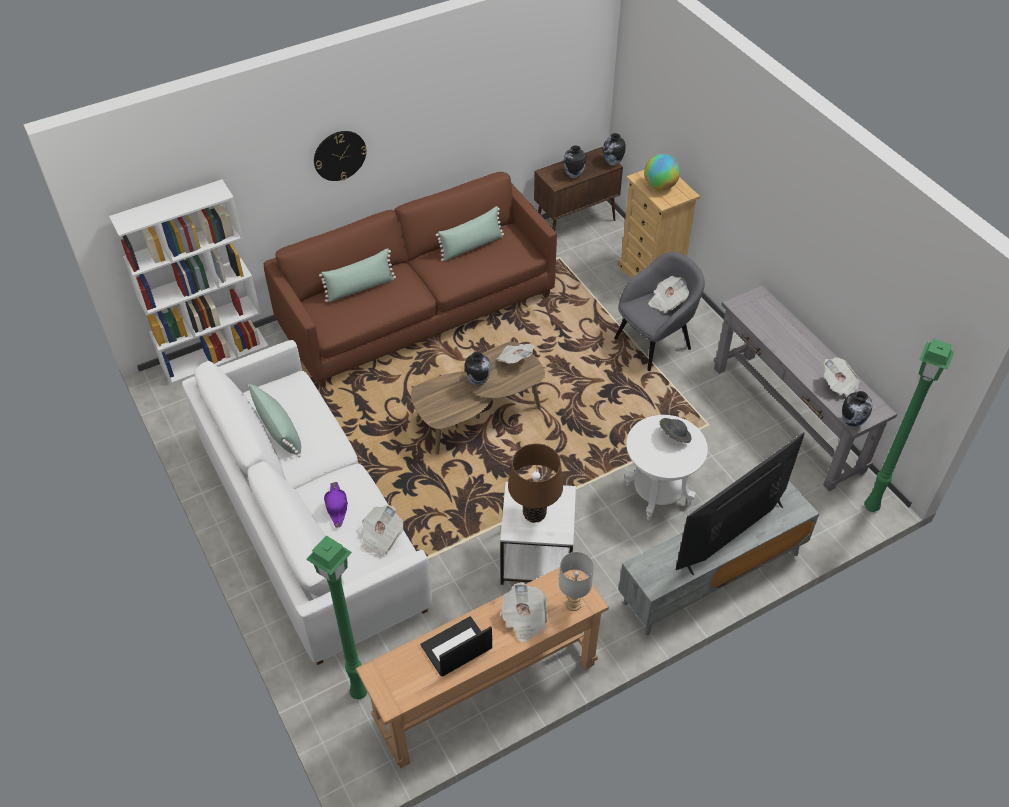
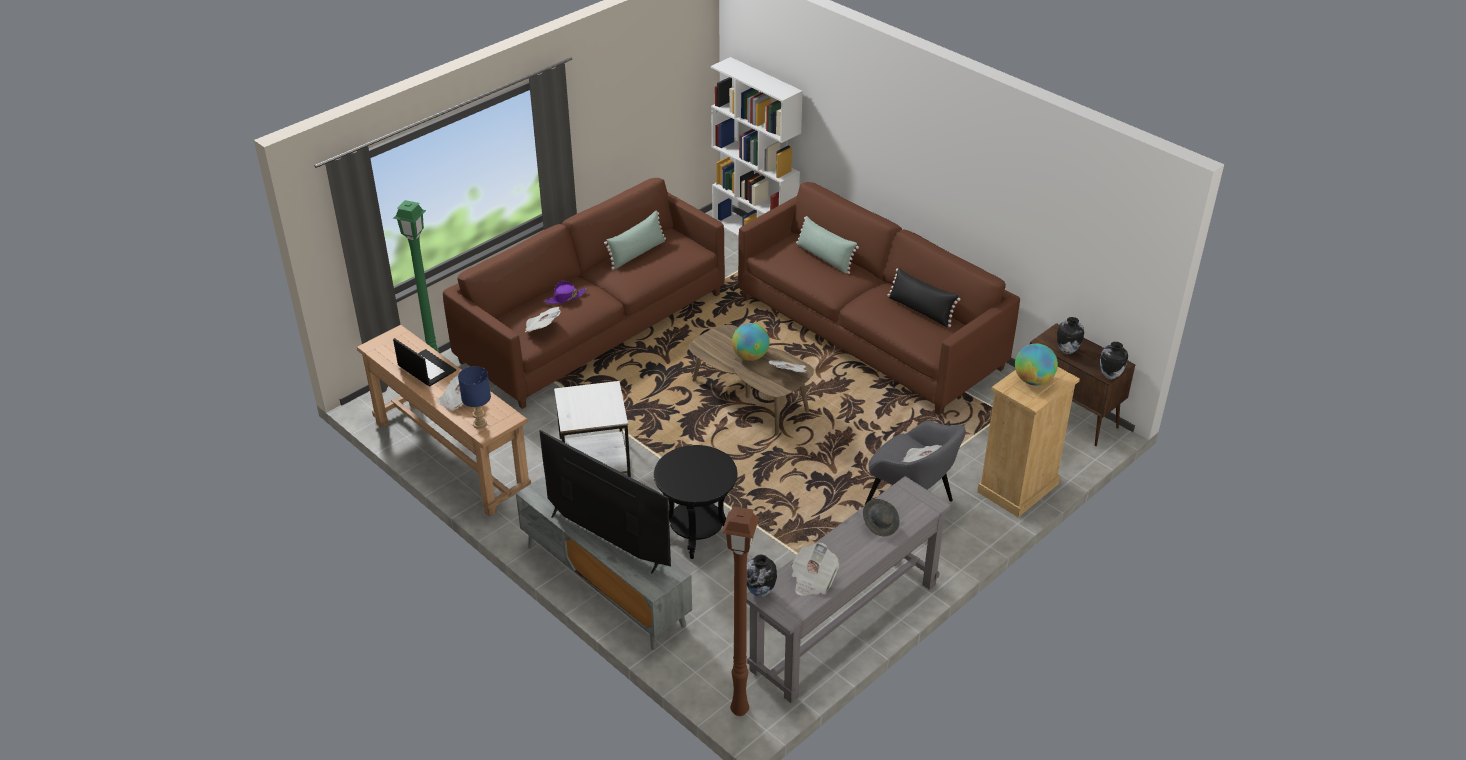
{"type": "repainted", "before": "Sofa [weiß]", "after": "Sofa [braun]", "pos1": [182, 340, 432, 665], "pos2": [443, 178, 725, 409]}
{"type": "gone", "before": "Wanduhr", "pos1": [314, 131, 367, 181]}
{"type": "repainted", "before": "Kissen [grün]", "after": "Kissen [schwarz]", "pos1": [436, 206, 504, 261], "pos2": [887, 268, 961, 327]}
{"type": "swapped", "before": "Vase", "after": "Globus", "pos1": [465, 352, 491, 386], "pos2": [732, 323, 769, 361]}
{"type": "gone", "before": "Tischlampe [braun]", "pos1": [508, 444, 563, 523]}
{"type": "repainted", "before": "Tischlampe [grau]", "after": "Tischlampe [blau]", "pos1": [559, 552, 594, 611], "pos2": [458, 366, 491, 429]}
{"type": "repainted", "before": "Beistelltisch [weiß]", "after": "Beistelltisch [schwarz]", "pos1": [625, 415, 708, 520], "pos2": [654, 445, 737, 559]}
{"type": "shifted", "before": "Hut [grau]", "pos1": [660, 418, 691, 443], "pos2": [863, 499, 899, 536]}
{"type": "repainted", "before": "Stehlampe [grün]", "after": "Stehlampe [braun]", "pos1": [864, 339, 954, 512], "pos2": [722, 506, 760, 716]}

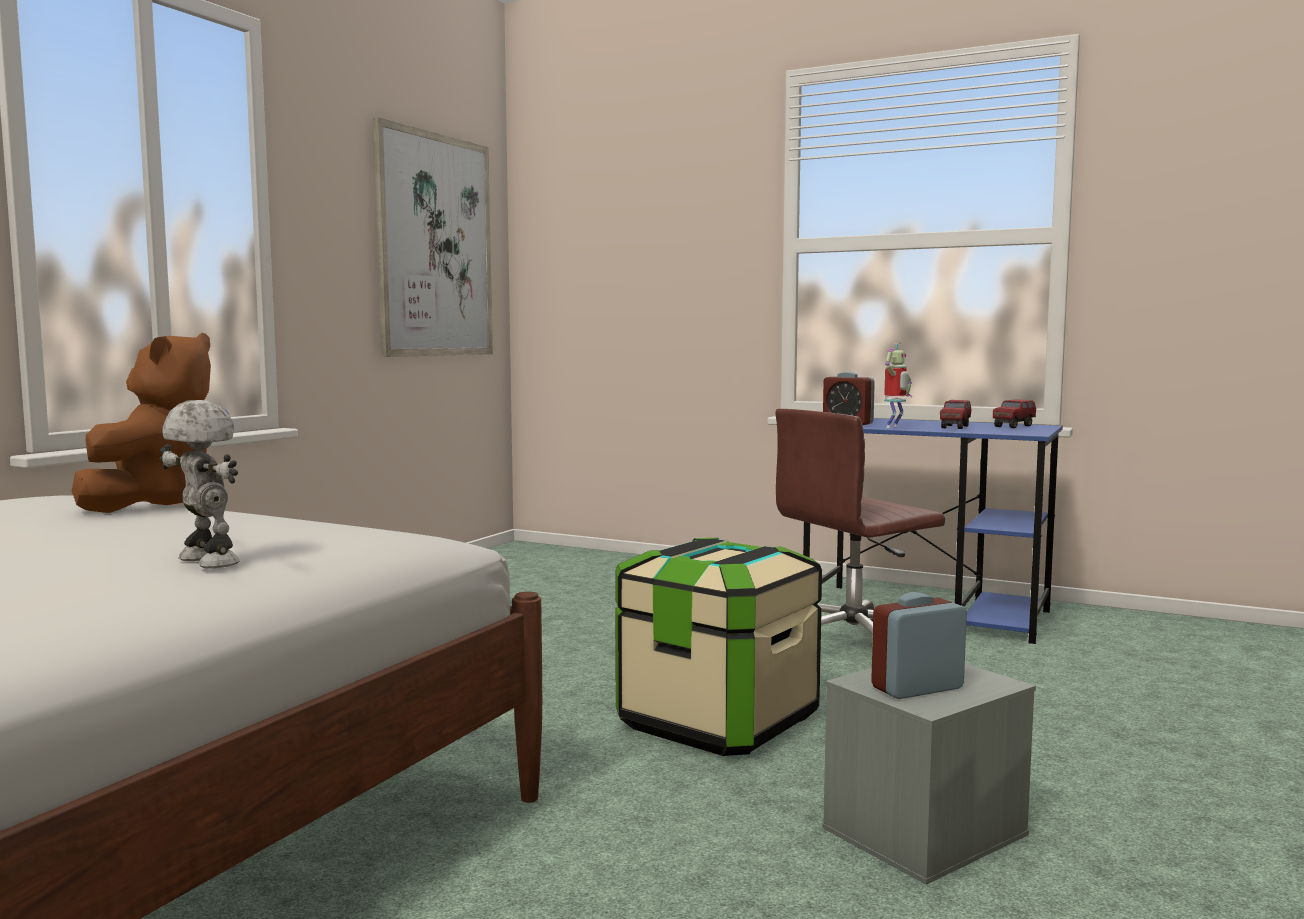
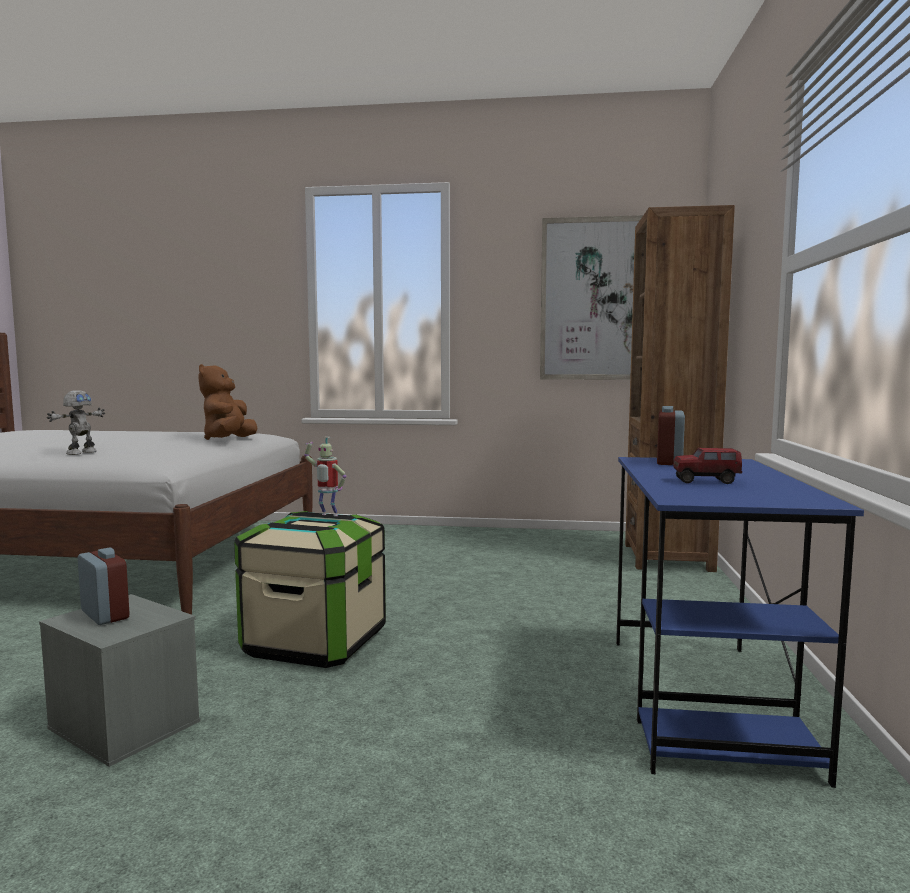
{"type": "rotated", "before": "Plüschtier [braun]", "pos1": [72, 333, 211, 513], "pos2": [199, 364, 257, 440], "turn": 105}
{"type": "gone", "before": "Bürostuhl [braun]", "pos1": [775, 409, 945, 636]}
{"type": "shifted", "before": "Spielzeugroboter", "pos1": [884, 343, 912, 428], "pos2": [304, 437, 346, 516]}
{"type": "gone", "before": "Spielzeuglaster", "pos1": [993, 399, 1036, 428]}
{"type": "new", "after": "Bücherregal [braun]", "pos2": [625, 205, 735, 572]}

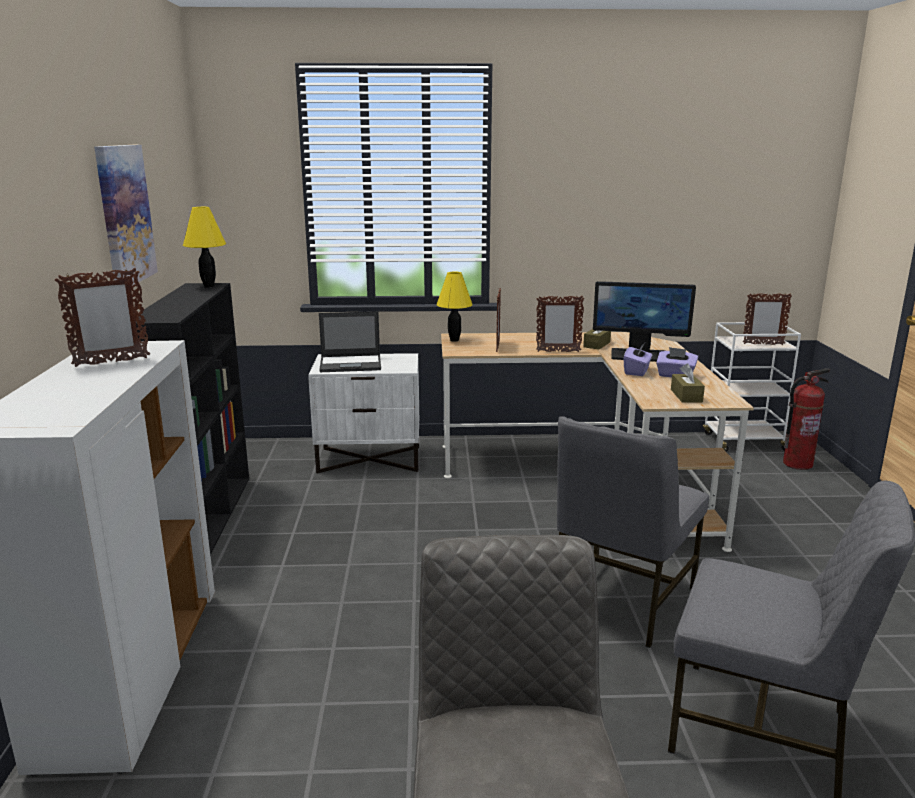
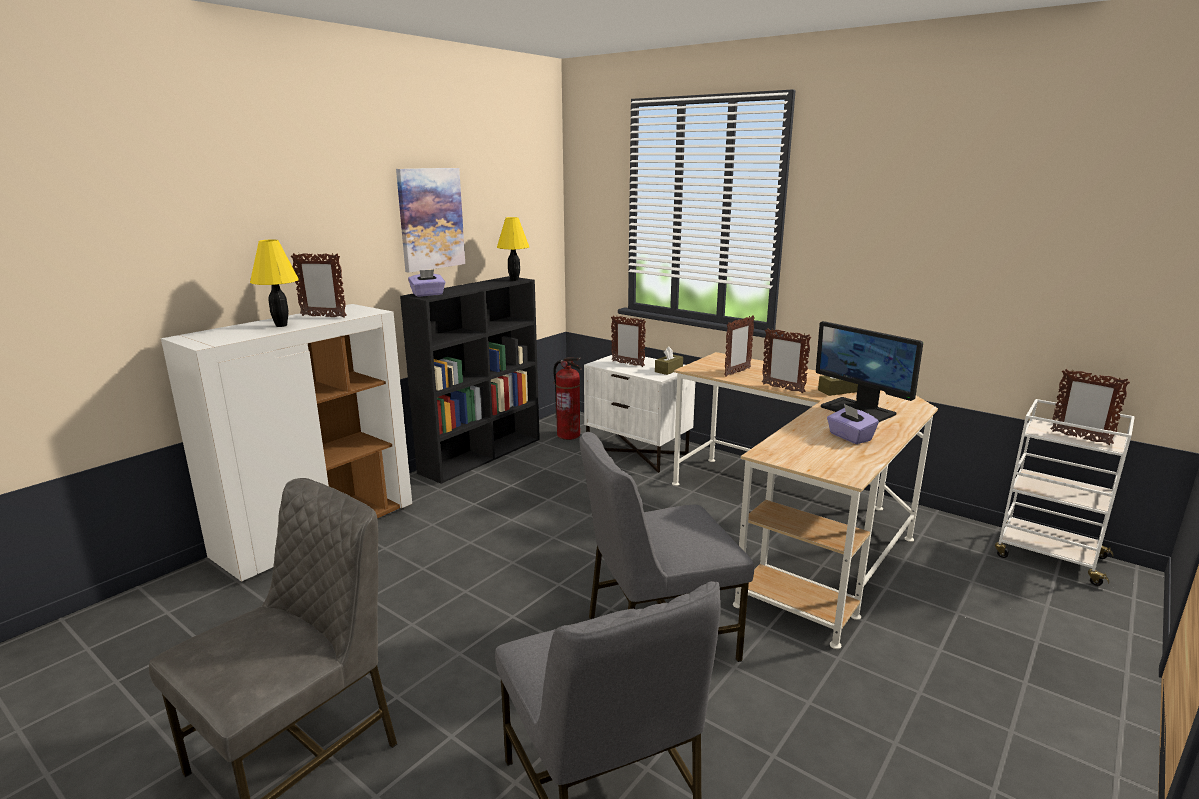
{"type": "swapped", "before": "Laptop", "after": "Bilderrahmen", "pos1": [319, 311, 381, 372], "pos2": [611, 315, 646, 367]}
{"type": "shifted", "before": "Tischlampe [gelb]", "pos1": [437, 272, 472, 342], "pos2": [250, 240, 299, 327]}
{"type": "shifted", "before": "Taschentuchbox [lila]", "pos1": [624, 343, 652, 376], "pos2": [408, 269, 445, 297]}
{"type": "shifted", "before": "Taschentuchbox [braun]", "pos1": [671, 364, 705, 403], "pos2": [655, 347, 683, 375]}
{"type": "shifted", "before": "Feuerlöscher", "pos1": [783, 368, 830, 470], "pos2": [553, 357, 582, 440]}

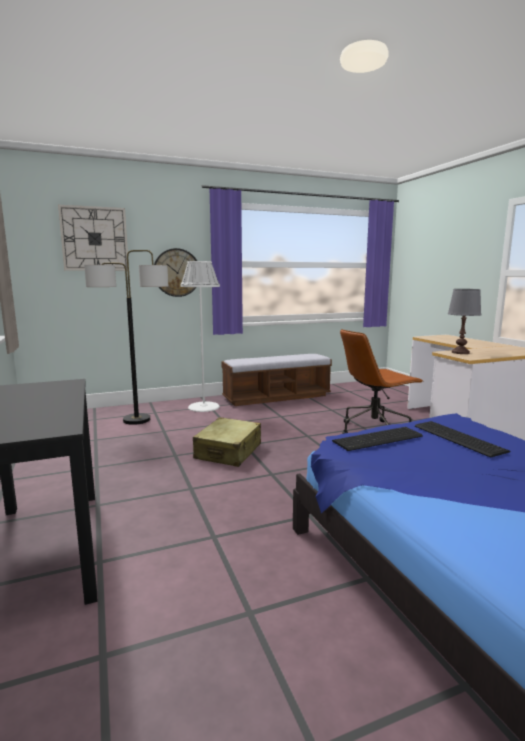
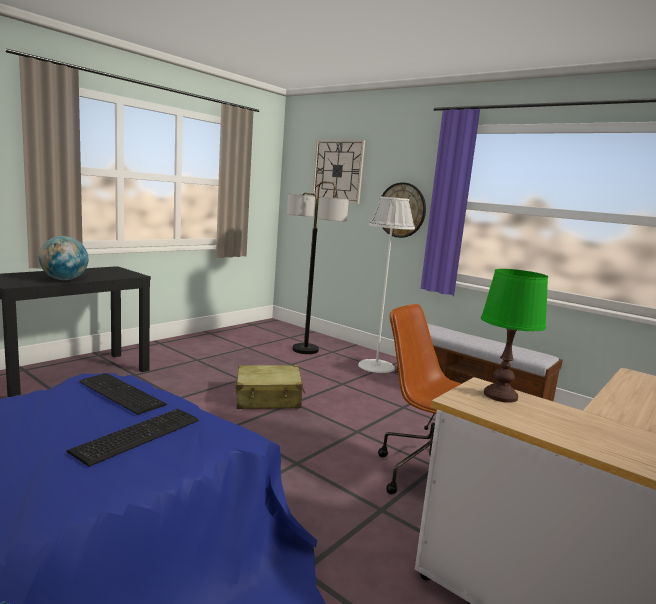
{"type": "repainted", "before": "Tischlampe [grau]", "after": "Tischlampe [grün]", "pos1": [448, 289, 481, 354], "pos2": [481, 269, 548, 403]}
{"type": "new", "after": "Globus", "pos2": [39, 236, 88, 280]}

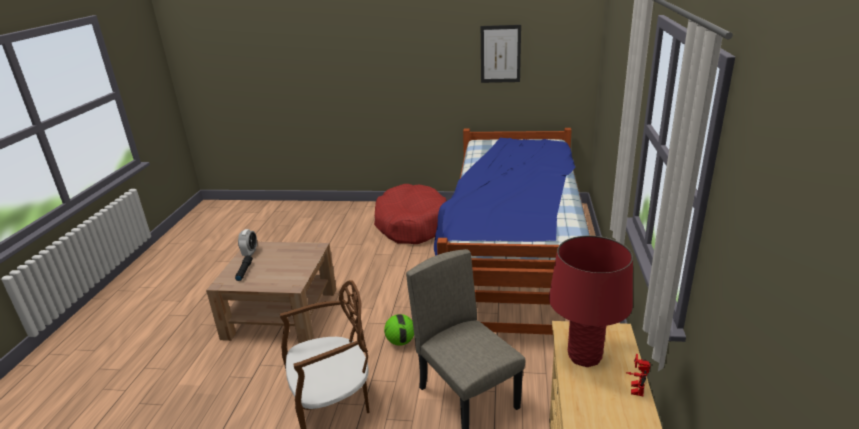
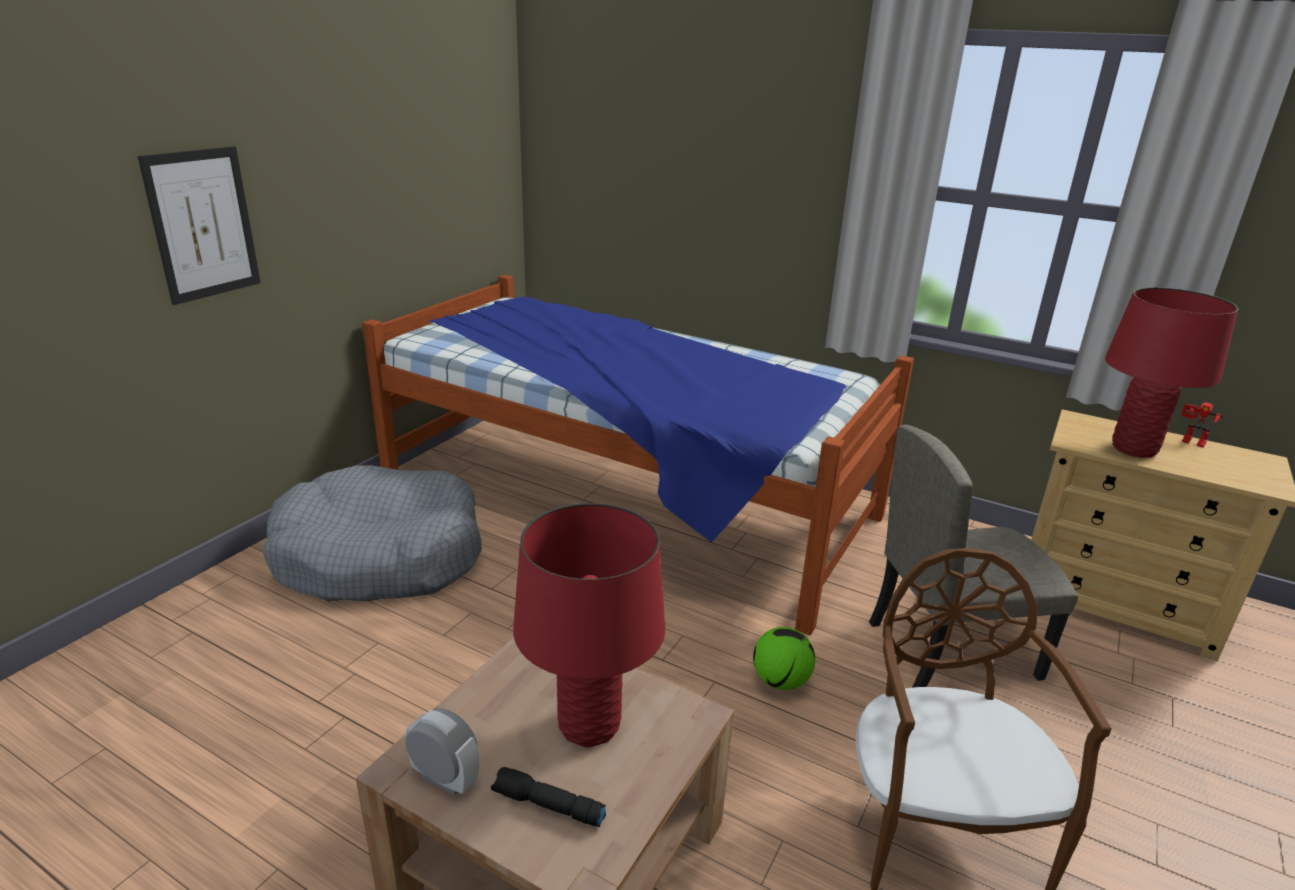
{"type": "repainted", "before": "Hundebett [rot]", "after": "Hundebett [grau]", "pos1": [374, 184, 447, 244], "pos2": [263, 465, 482, 601]}
{"type": "shifted", "before": "Bild", "pos1": [481, 25, 521, 83], "pos2": [138, 146, 261, 305]}
{"type": "new", "after": "Tischlampe [rot]", "pos2": [513, 503, 666, 748]}

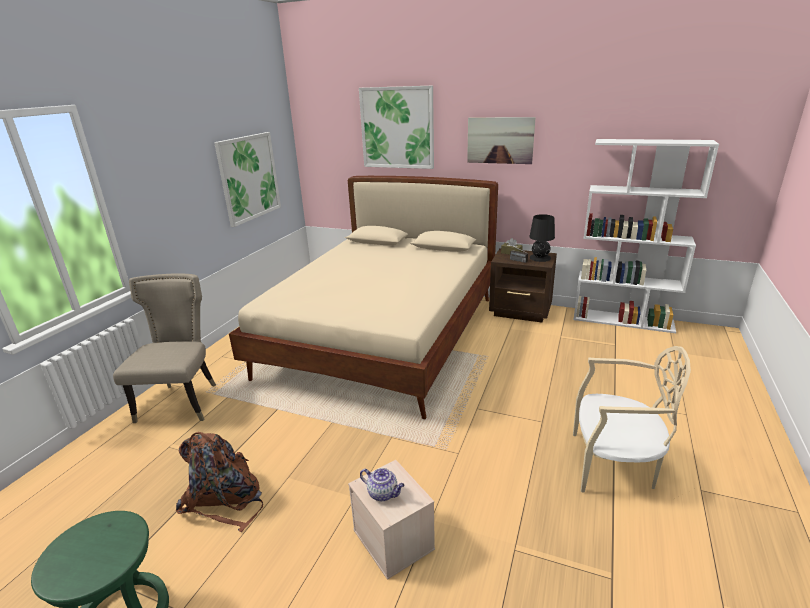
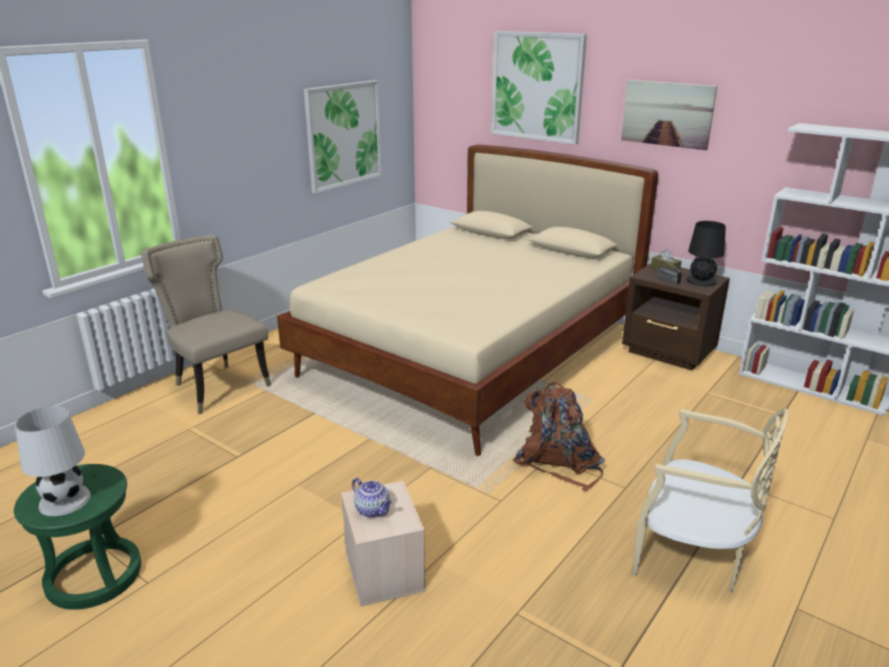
{"type": "rotated", "before": "Stuhl [beige]", "pos1": [113, 273, 216, 423], "pos2": [141, 235, 271, 414], "turn": -60}
{"type": "shifted", "before": "Rucksack [braun]", "pos1": [176, 432, 263, 532], "pos2": [513, 382, 605, 492]}
{"type": "new", "after": "Tischlampe [weiß]", "pos2": [15, 406, 91, 516]}

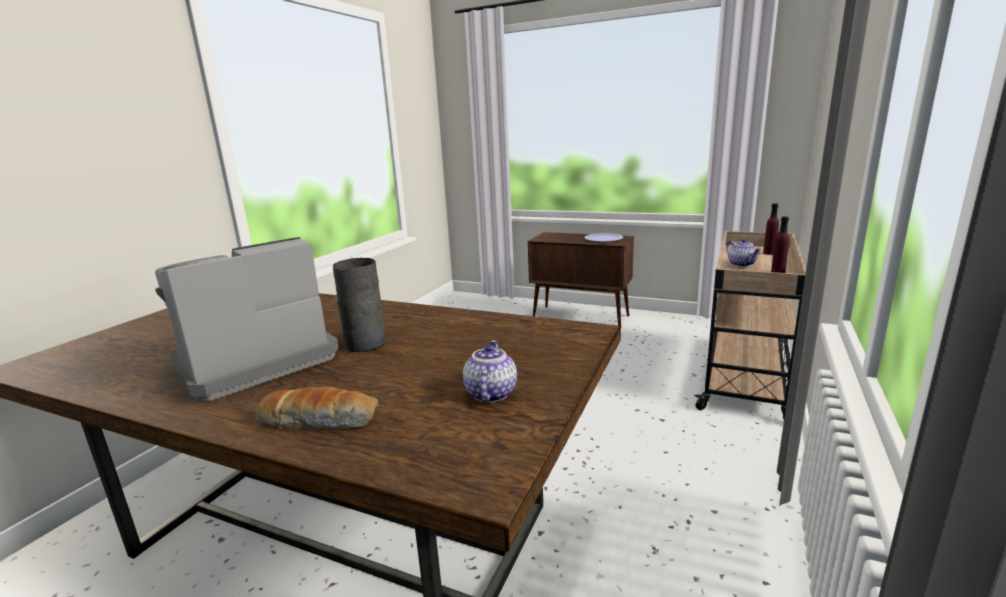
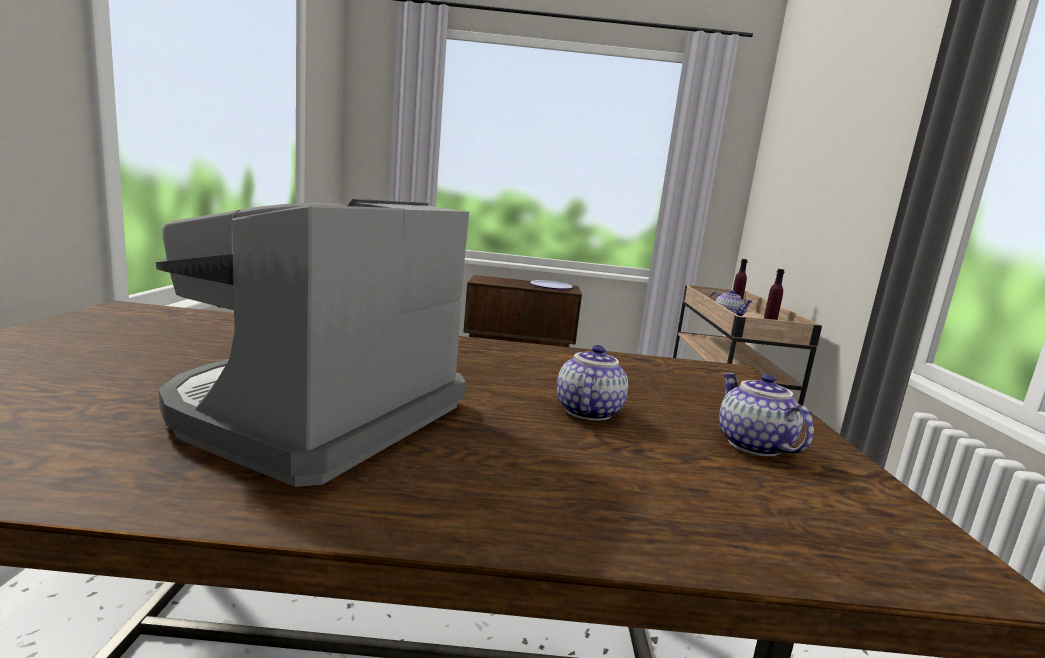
{"type": "gone", "before": "Brot", "pos1": [255, 387, 379, 429]}
{"type": "gone", "before": "Vase [grau]", "pos1": [333, 258, 387, 352]}
{"type": "new", "after": "Teekanne", "pos2": [557, 345, 628, 421]}

